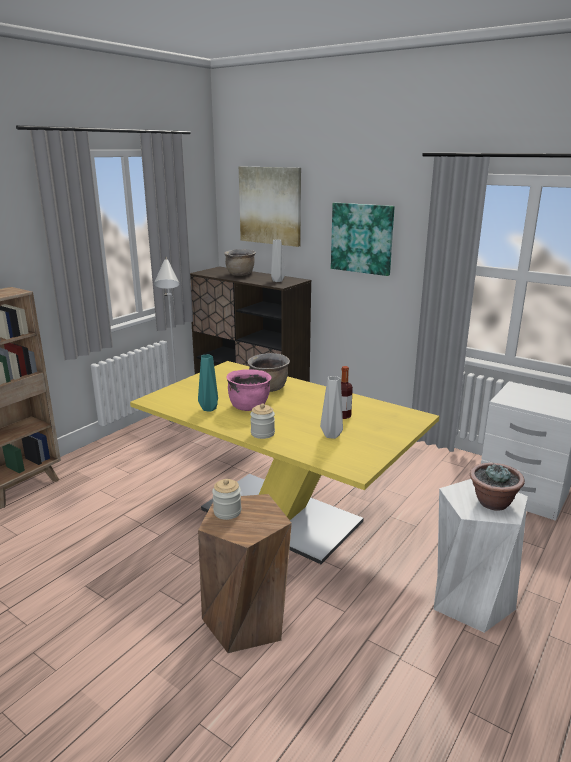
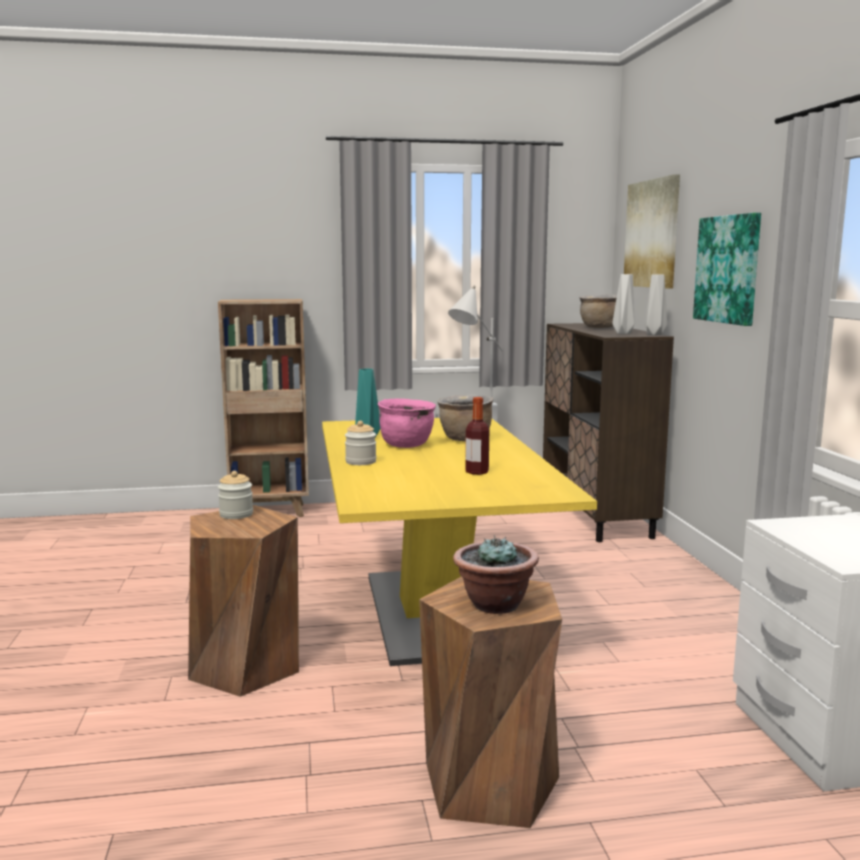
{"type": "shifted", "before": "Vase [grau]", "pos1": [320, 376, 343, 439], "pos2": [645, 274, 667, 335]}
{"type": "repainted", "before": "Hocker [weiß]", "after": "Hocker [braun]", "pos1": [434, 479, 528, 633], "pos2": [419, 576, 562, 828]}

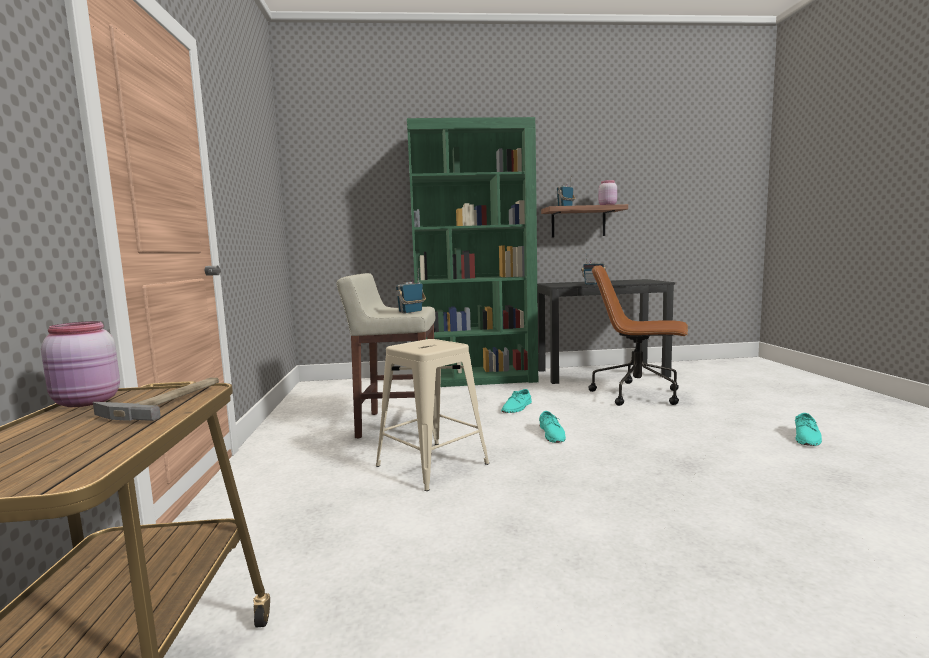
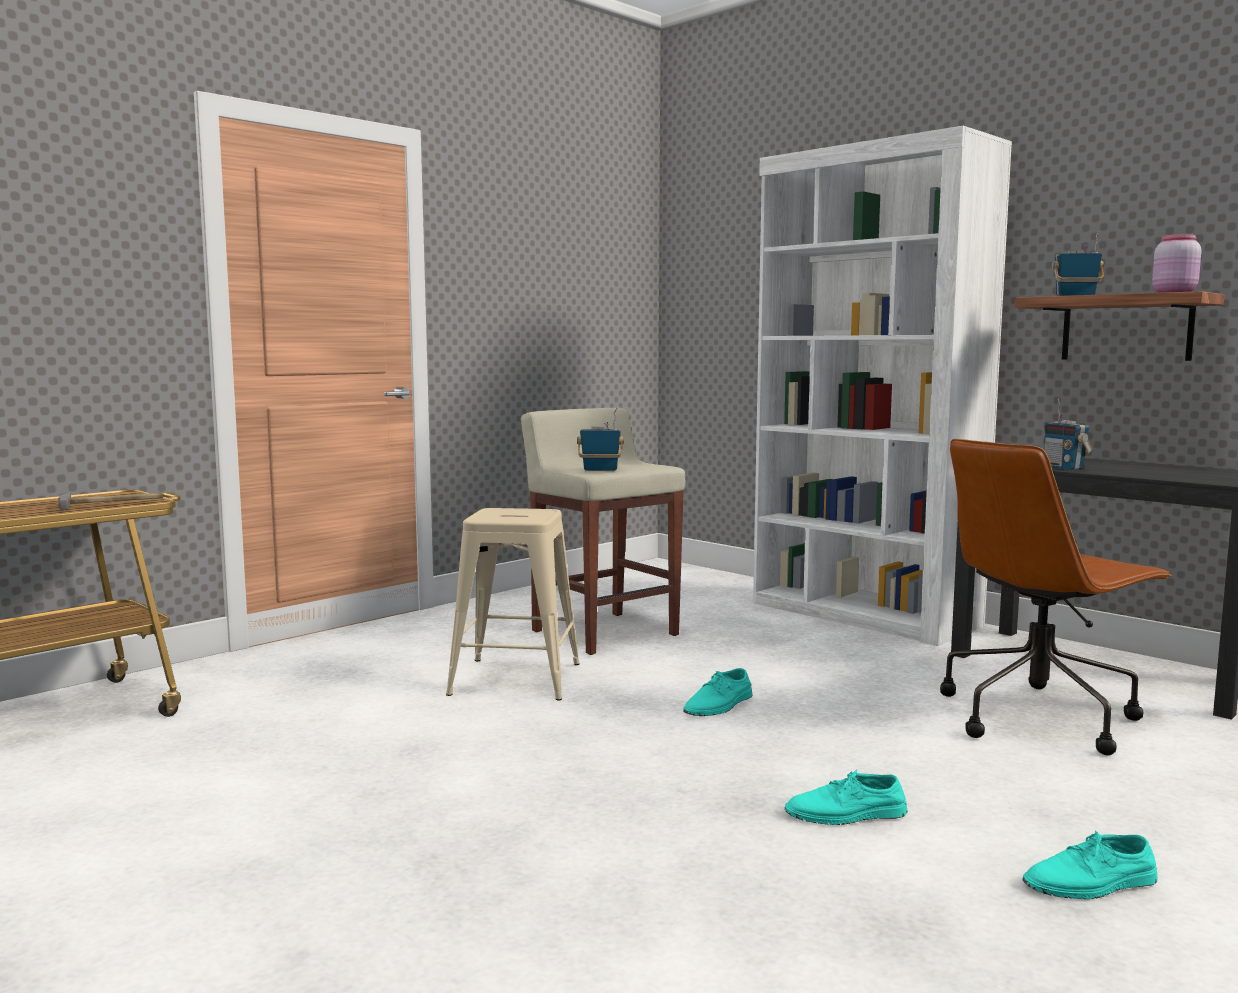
{"type": "gone", "before": "Vorratsglas [rosa]", "pos1": [41, 321, 120, 407]}
{"type": "repainted", "before": "Bücherregal [grün]", "after": "Bücherregal [weiß]", "pos1": [407, 117, 538, 387], "pos2": [753, 126, 1012, 646]}
{"type": "shifted", "before": "Schuh [türkis]", "pos1": [501, 389, 532, 413], "pos2": [785, 770, 908, 825]}
{"type": "rotated", "before": "Bürostuhl [braun]", "pos1": [588, 266, 688, 406], "pos2": [940, 439, 1172, 755], "turn": -105}

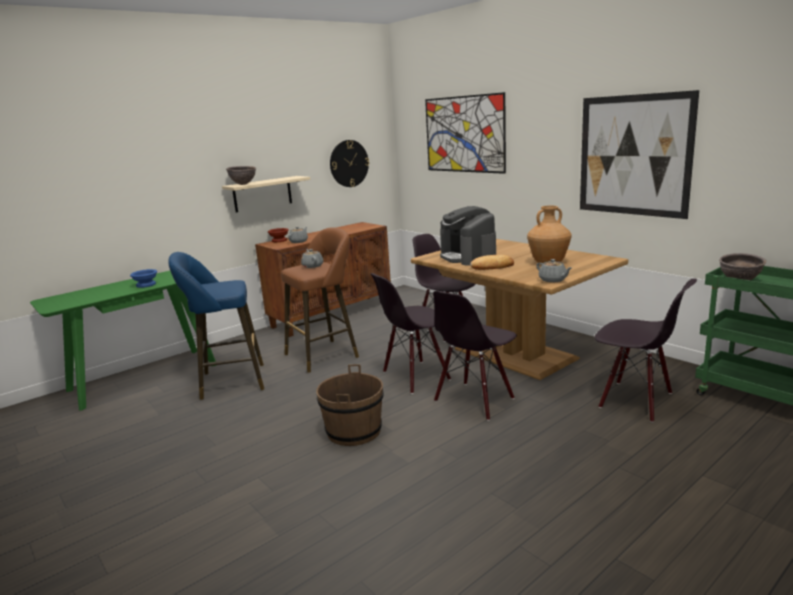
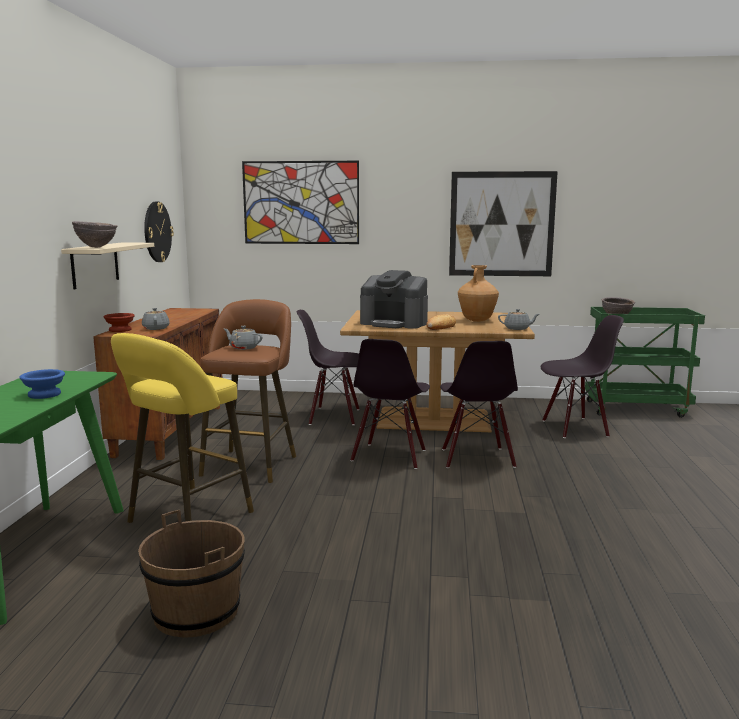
{"type": "repainted", "before": "Hocker [blau]", "after": "Hocker [gelb]", "pos1": [168, 252, 264, 400], "pos2": [111, 333, 254, 523]}
{"type": "shifted", "before": "Eimer [braun]", "pos1": [316, 364, 384, 446], "pos2": [138, 510, 245, 637]}

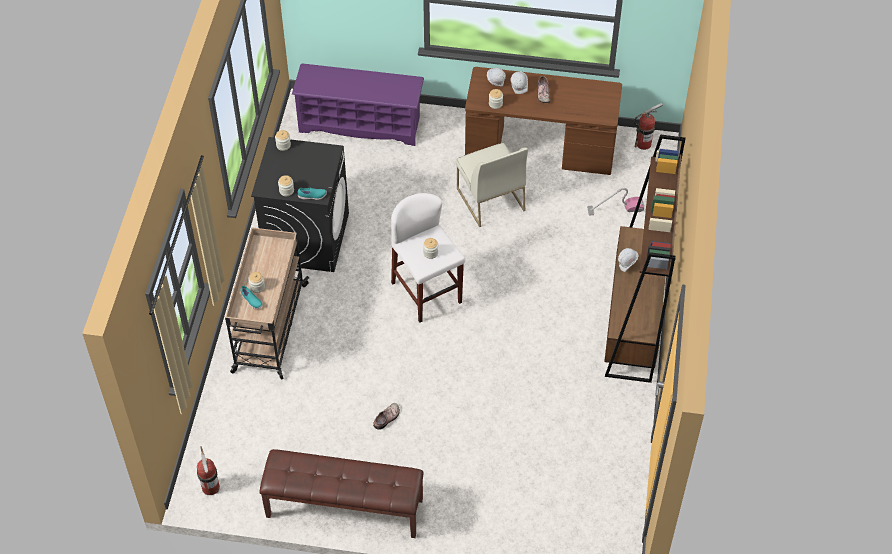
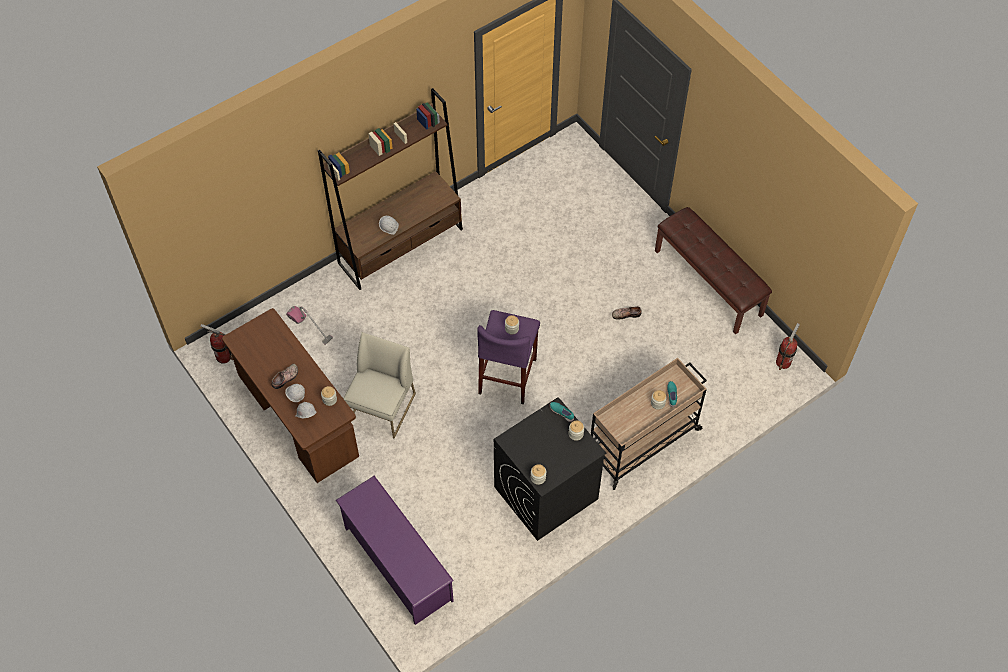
{"type": "repainted", "before": "Hocker [weiß]", "after": "Hocker [lila]", "pos1": [391, 193, 465, 323], "pos2": [477, 310, 540, 404]}

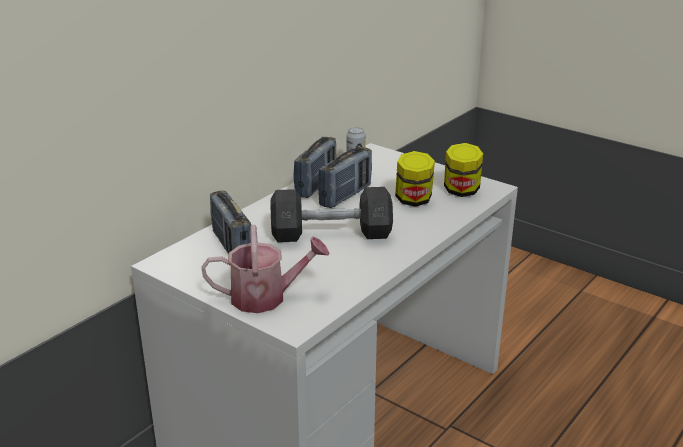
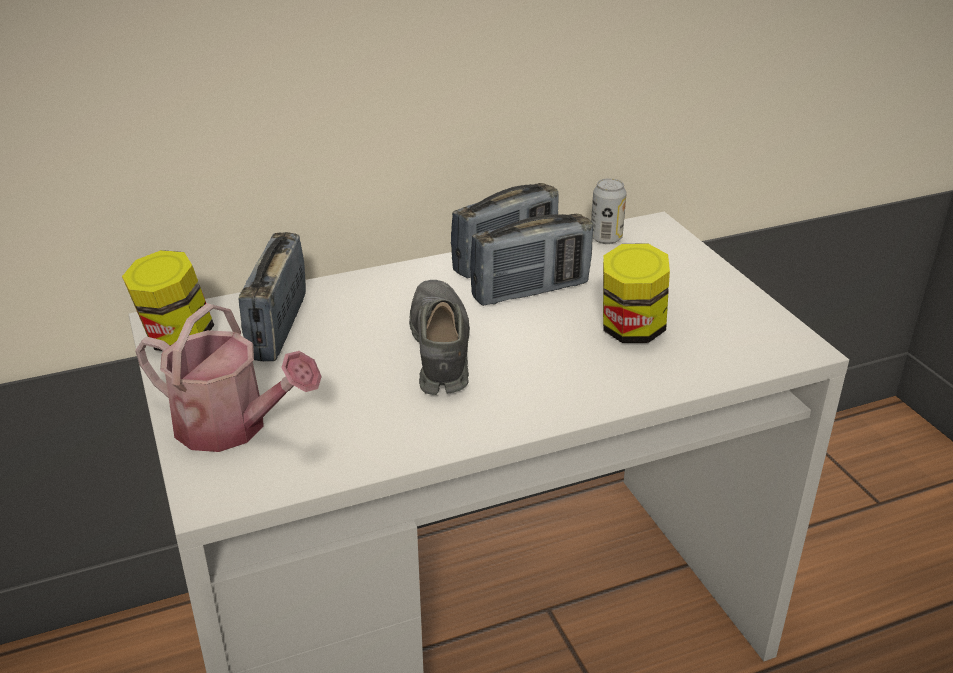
{"type": "swapped", "before": "Hantel [grau]", "after": "Schuh [grau]", "pos1": [271, 187, 393, 242], "pos2": [409, 280, 470, 395]}
{"type": "shifted", "before": "Vorratsglas", "pos1": [444, 143, 483, 197], "pos2": [122, 250, 214, 351]}

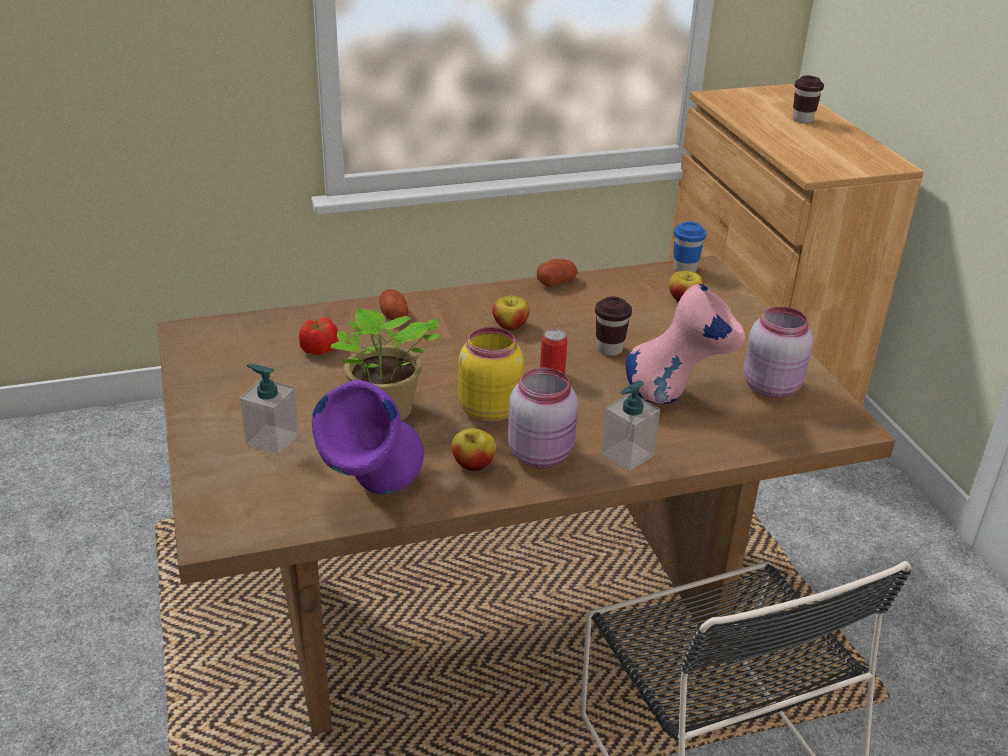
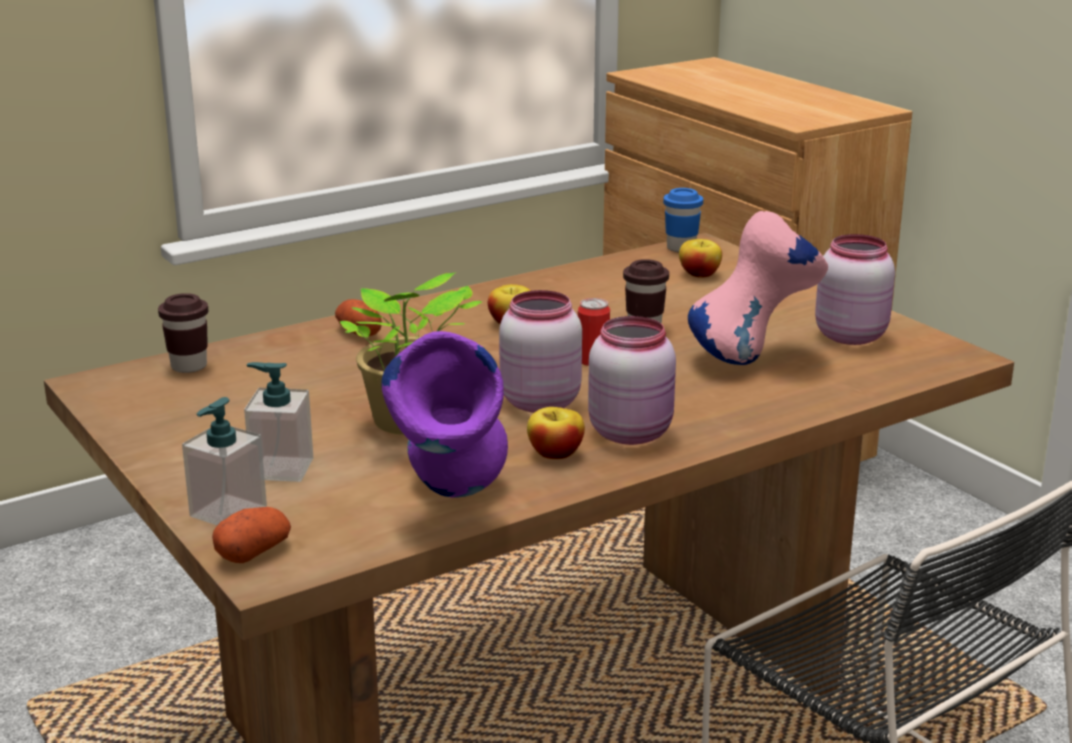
{"type": "gone", "before": "Tomate", "pos1": [299, 318, 338, 355]}
{"type": "repainted", "before": "Vorratsglas [gelb]", "after": "Vorratsglas [rosa]", "pos1": [458, 327, 524, 423], "pos2": [499, 290, 582, 413]}
{"type": "shifted", "before": "Kartoffel", "pos1": [537, 259, 578, 287], "pos2": [212, 507, 291, 563]}
{"type": "shifted", "before": "Seifenspender", "pos1": [601, 380, 660, 471], "pos2": [182, 397, 267, 525]}
{"type": "shifted", "before": "Tasse [braun]", "pos1": [793, 76, 824, 123], "pos2": [158, 293, 208, 373]}

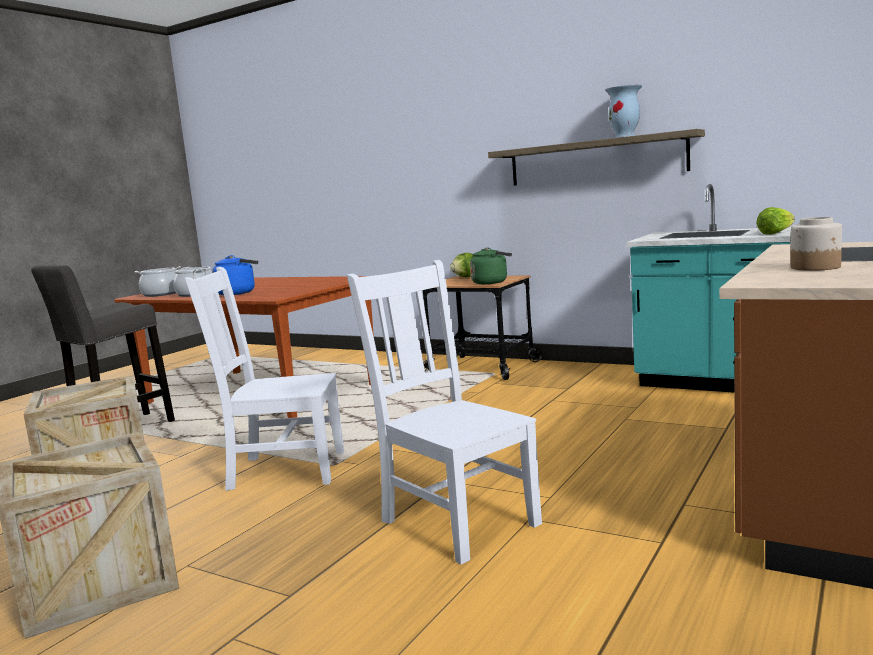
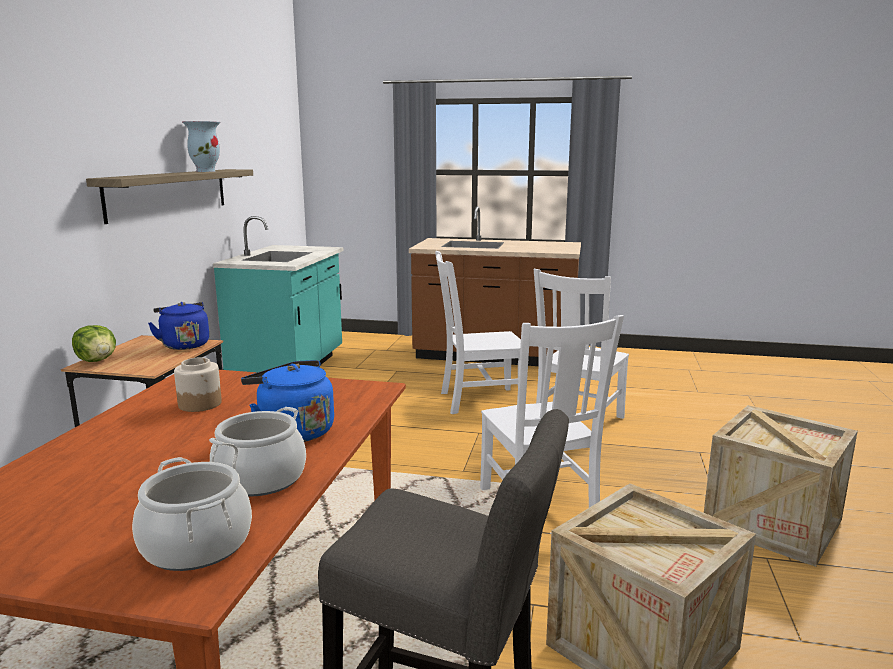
{"type": "repainted", "before": "Wasserkessel [grün]", "after": "Wasserkessel [blau]", "pos1": [470, 247, 512, 284], "pos2": [148, 302, 209, 350]}
{"type": "gone", "before": "Salatkopf", "pos1": [756, 207, 795, 235]}
{"type": "shifted", "before": "Vorratsglas", "pos1": [790, 217, 842, 271], "pos2": [174, 357, 222, 412]}
{"type": "new", "after": "Stuhl [weiß]", "pos2": [435, 251, 521, 414]}

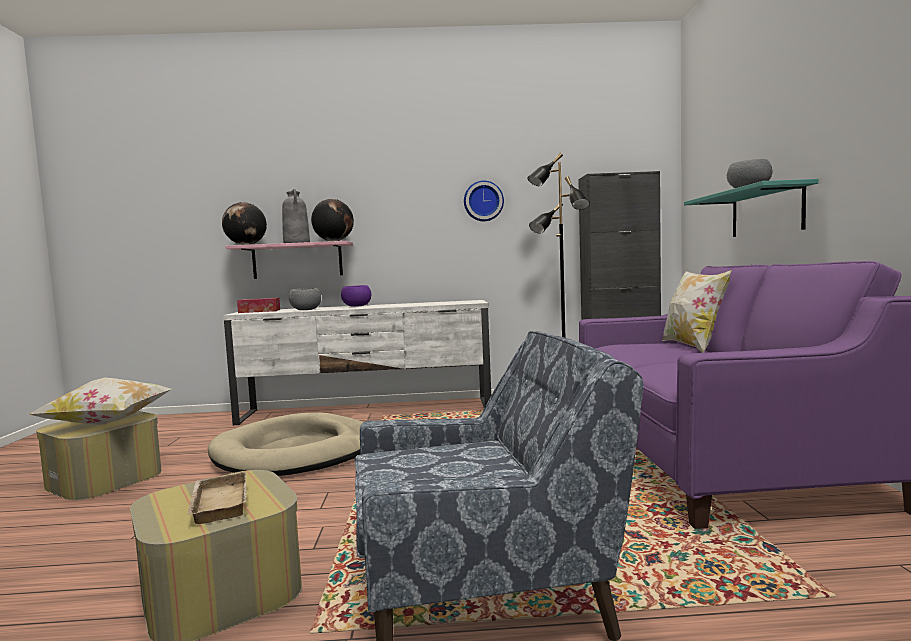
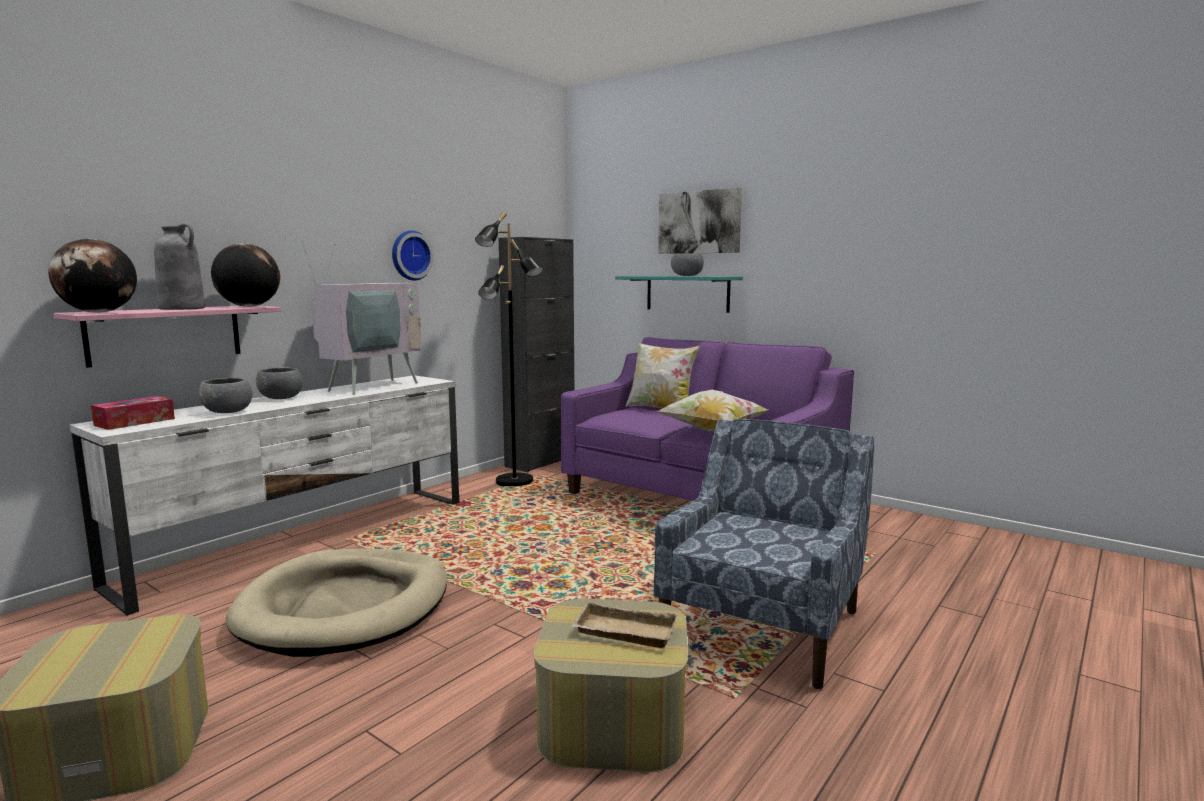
{"type": "shifted", "before": "Kissen", "pos1": [30, 378, 171, 425], "pos2": [658, 390, 768, 431]}
{"type": "repainted", "before": "Schüssel [lila]", "after": "Schüssel [grau]", "pos1": [341, 285, 371, 307], "pos2": [256, 367, 303, 399]}
{"type": "new", "after": "Fernseher", "pos2": [302, 240, 421, 395]}
{"type": "new", "after": "Bild", "pos2": [658, 188, 742, 254]}

